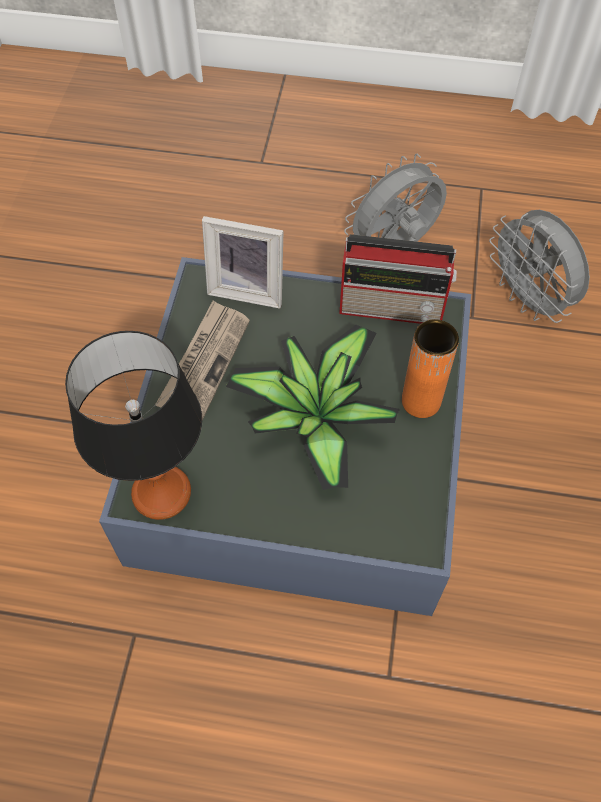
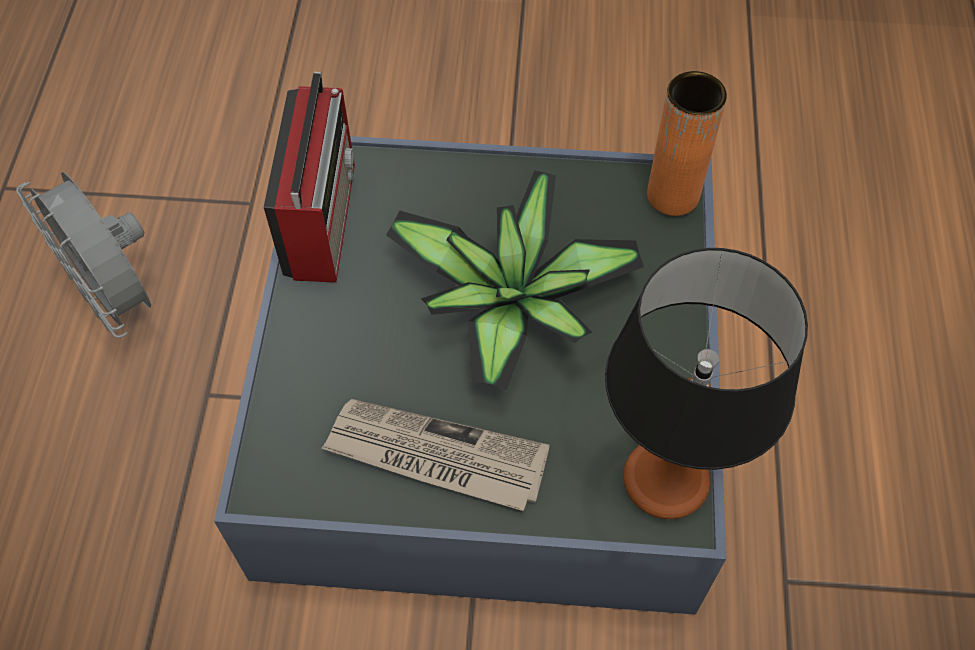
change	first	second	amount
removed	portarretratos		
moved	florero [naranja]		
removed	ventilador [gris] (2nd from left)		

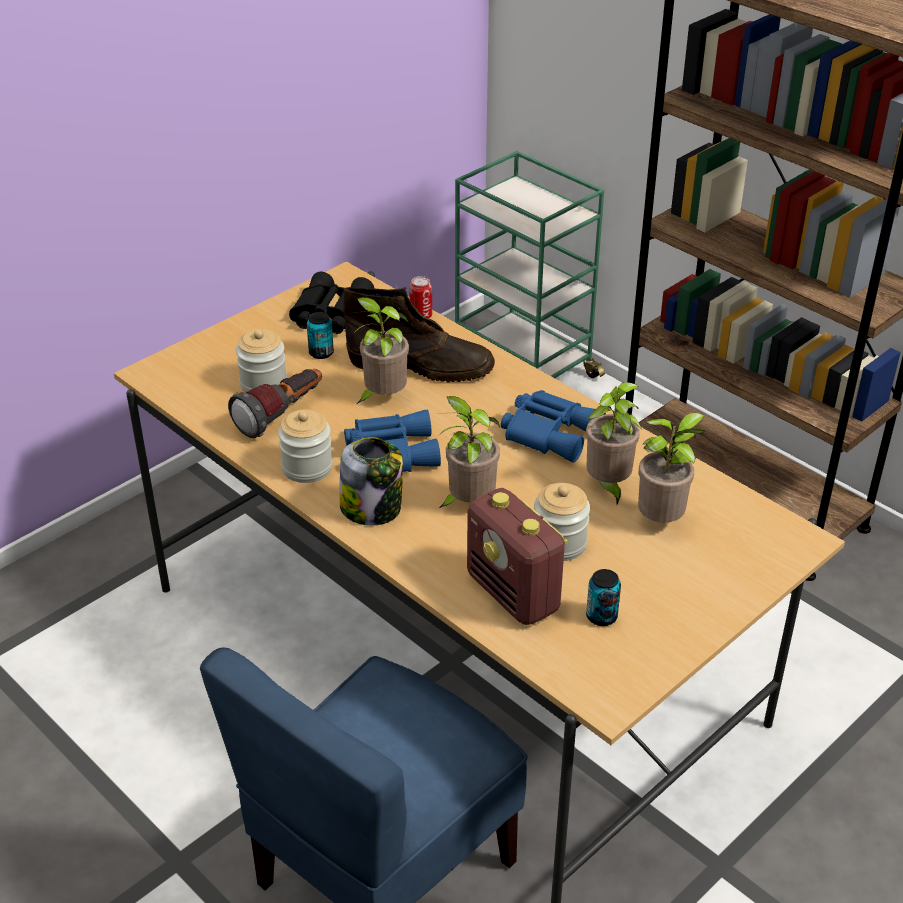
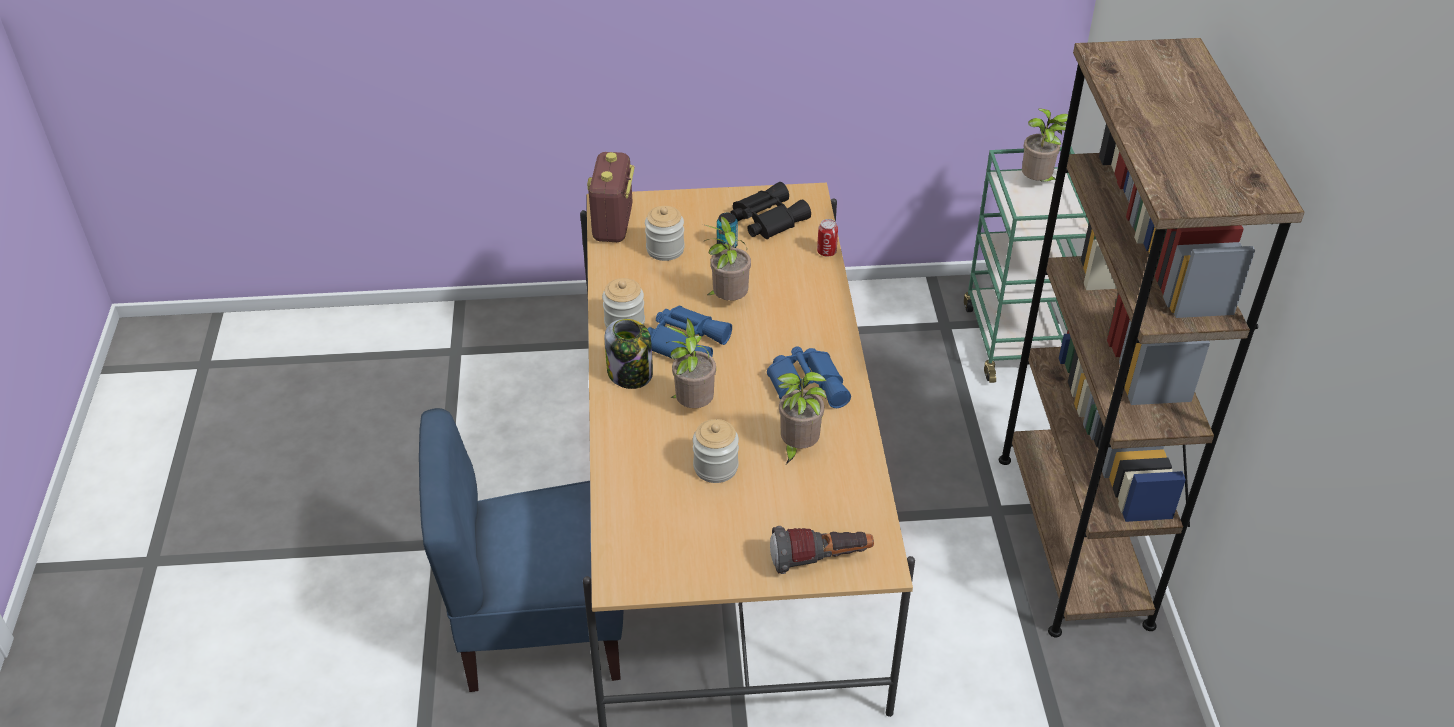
change	first	second	amount
moved	linterna		
removed	bota [marrón]		
moved	radio		
removed	lata (3rd from left)		
moved	planta en maceta (4th from left)		

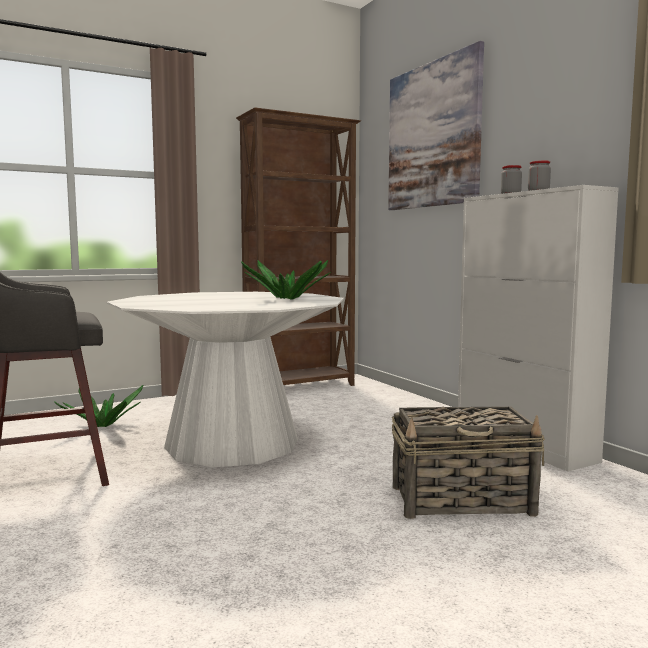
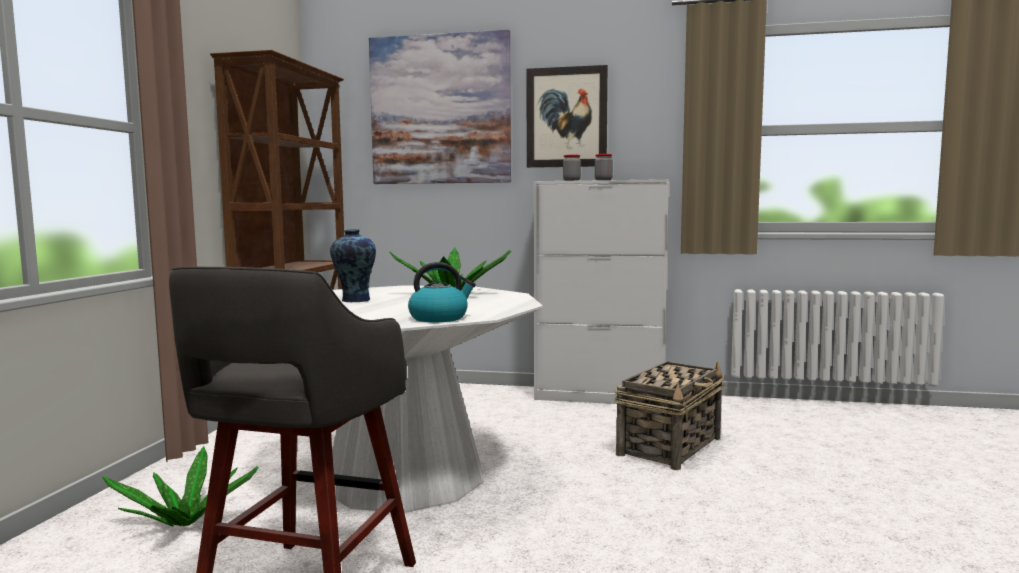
change	first	second	amount
added		florero	
added		hervidor	
added		cuadro (2nd from left)	

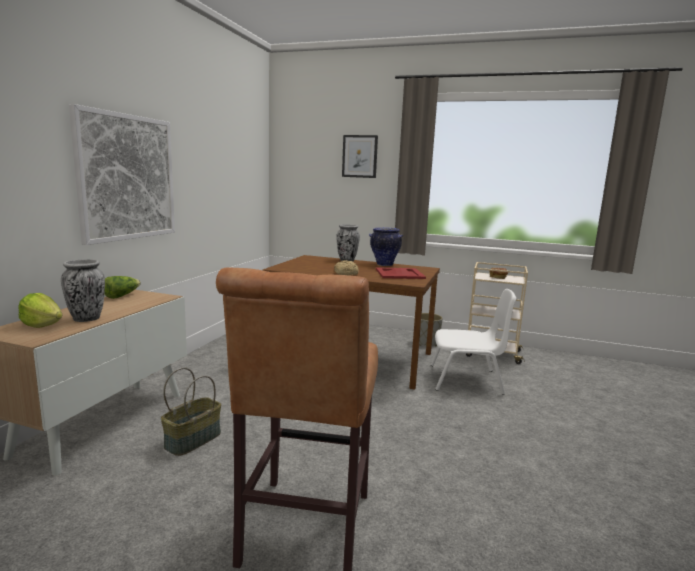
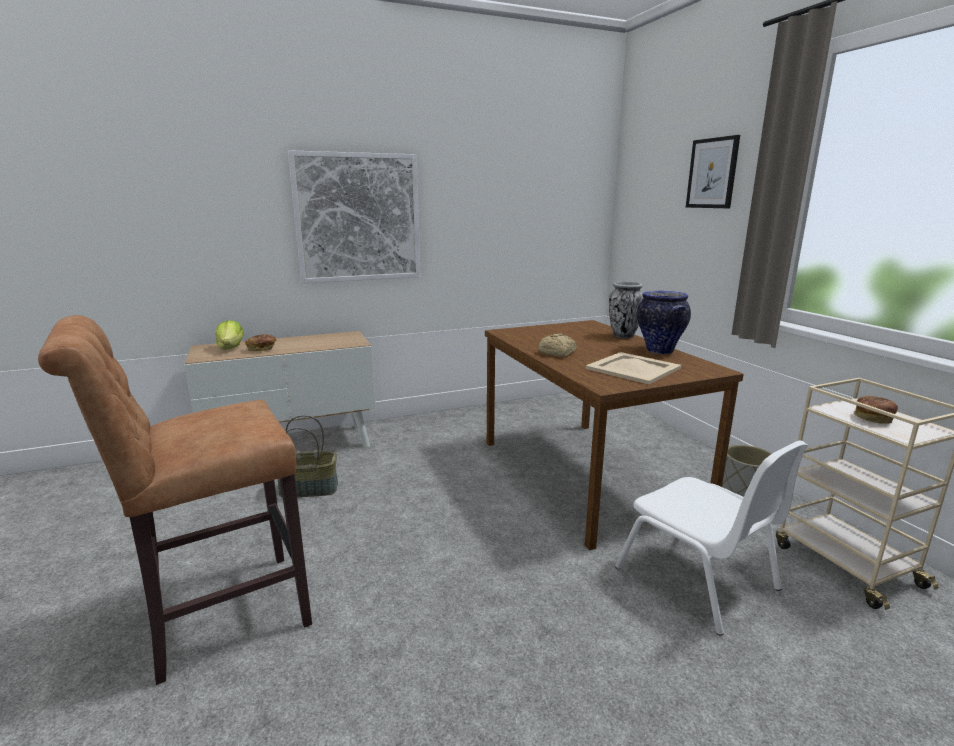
change	first	second	amount
replaced	florero (1st from left)	pan (1st from left)	
removed	lechuga (2nd from left)		
recoloured	bandeja [rojo]	bandeja [beis]	

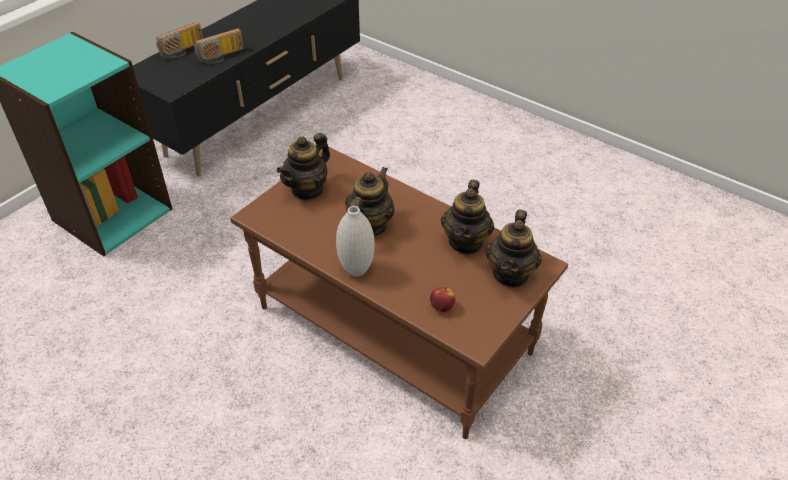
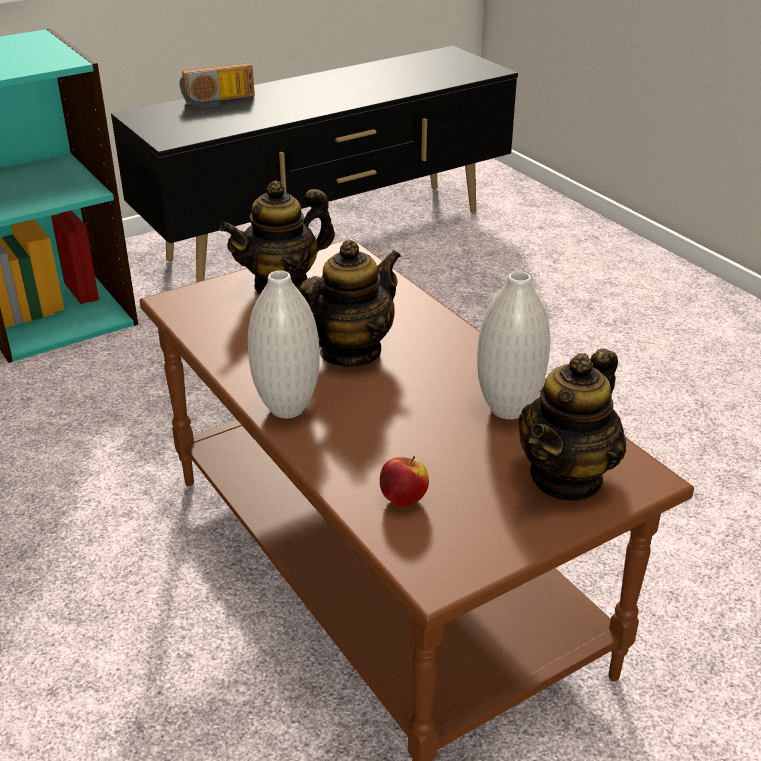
change	first	second	amount
removed	radio (2nd from left)		
replaced	tetera (3rd from left)	florero [blanco] (2nd from left)	

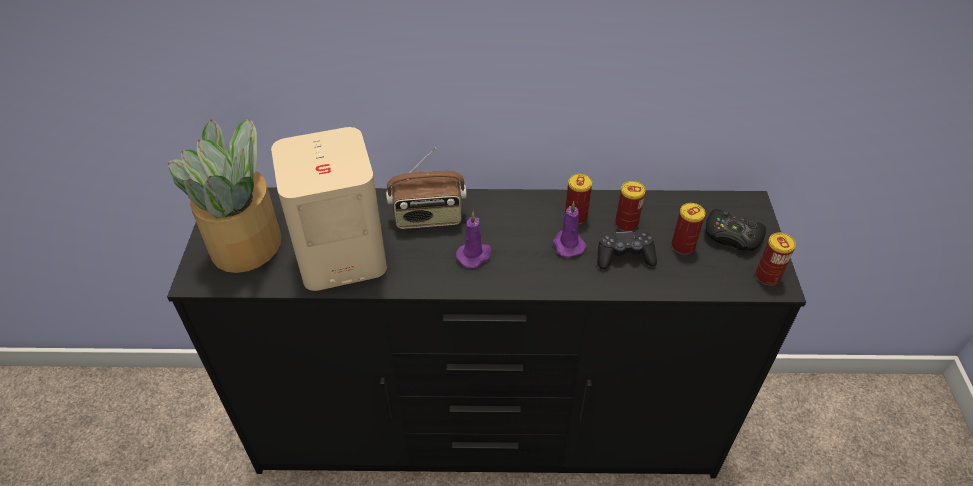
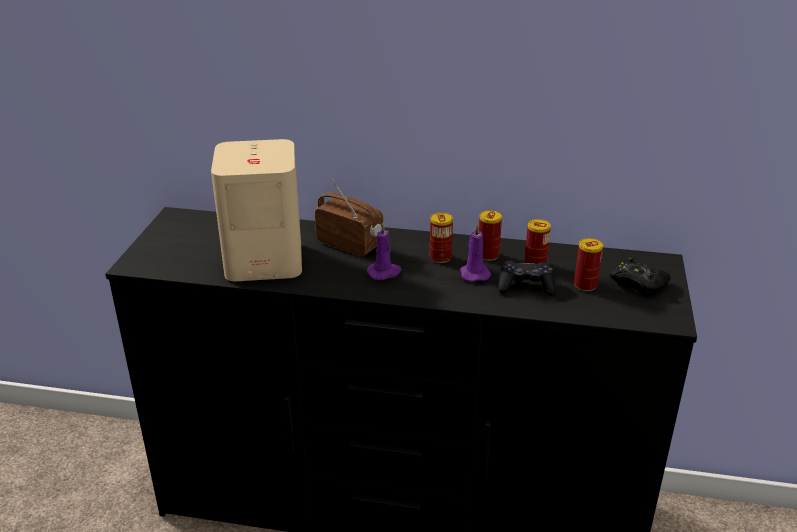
change	first	second	amount
removed	planta en maceta		
turned	radio		150 degrees counterclockwise
moved	lata (4th from left in the first image)	lata (1st from left)	

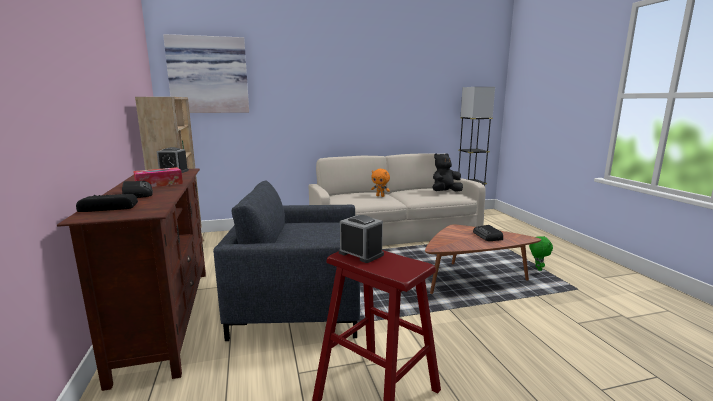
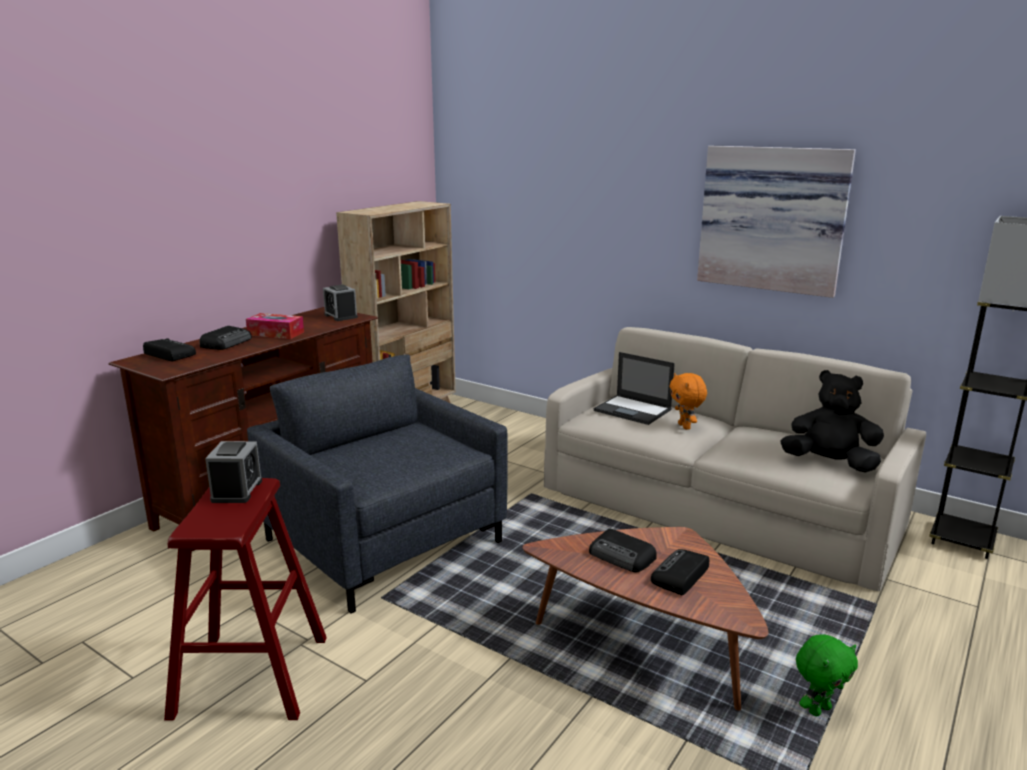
change	first	second	amount
moved	cuadro		
added		radio (3rd from left)	
added		portátil	

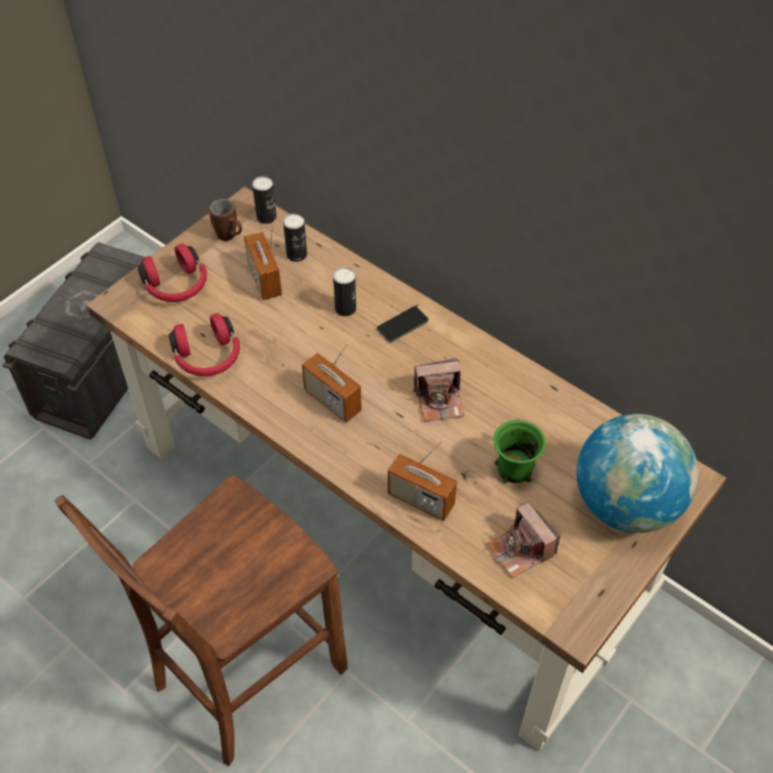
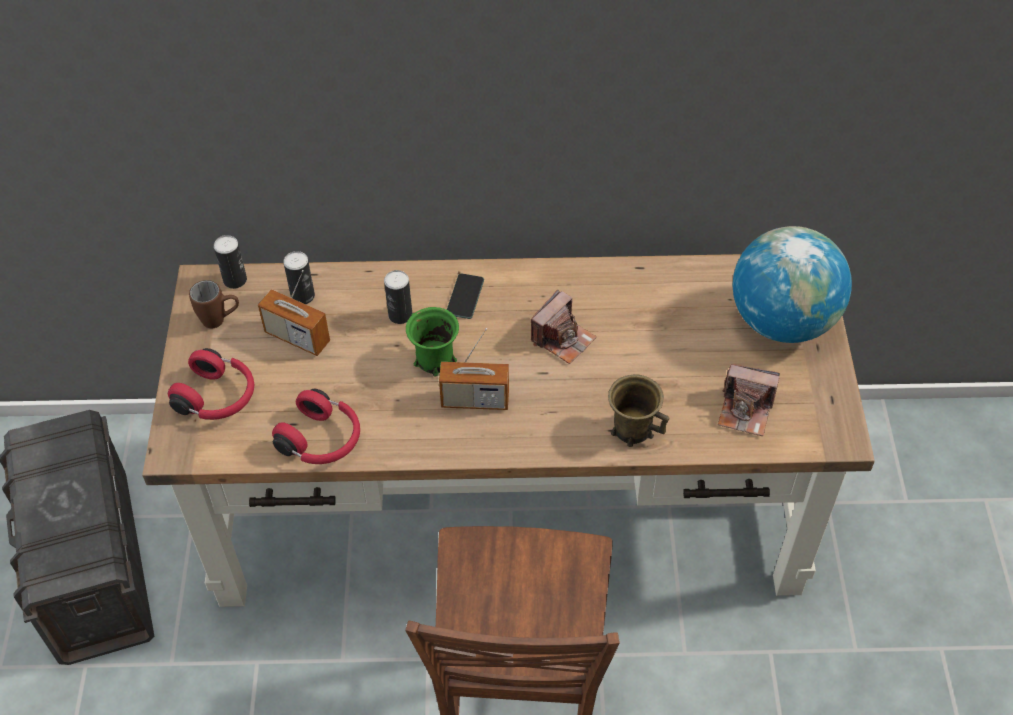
change	first	second	amount
replaced	radio (3rd from left)	taza grande [marrón] (2nd from left)	
moved	taza grande [verde]		

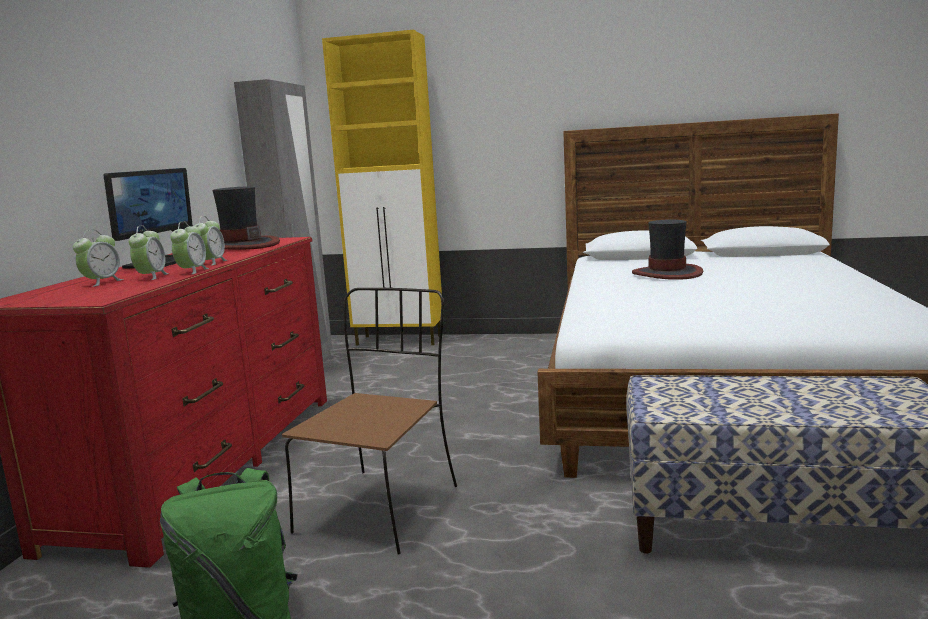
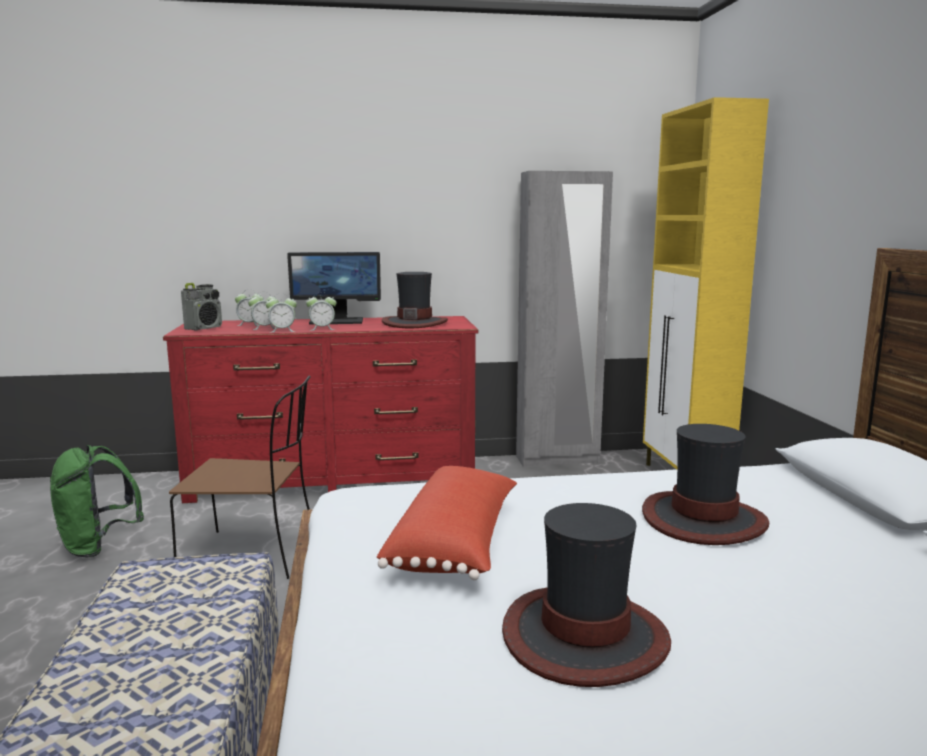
change	first	second	amount
added		radio	
added		cojín [rojo]	
added		sombrero (2nd from left)	

